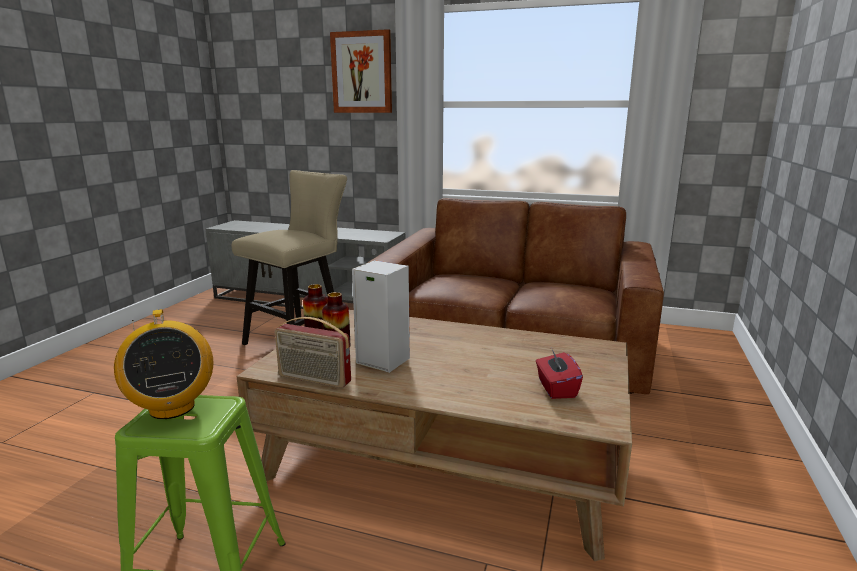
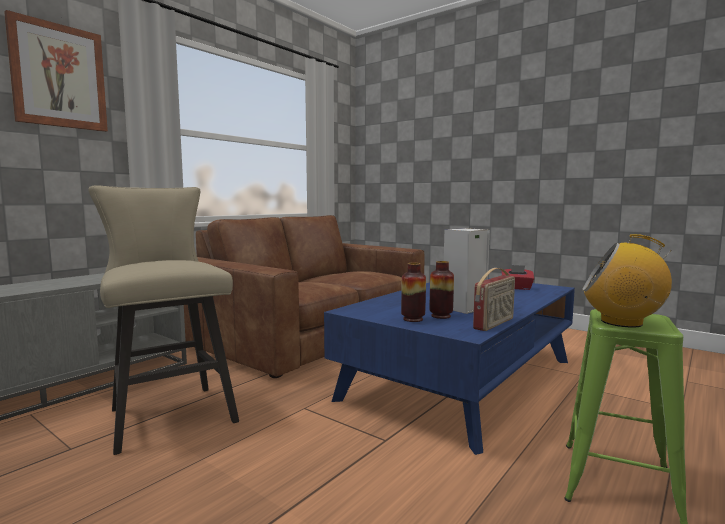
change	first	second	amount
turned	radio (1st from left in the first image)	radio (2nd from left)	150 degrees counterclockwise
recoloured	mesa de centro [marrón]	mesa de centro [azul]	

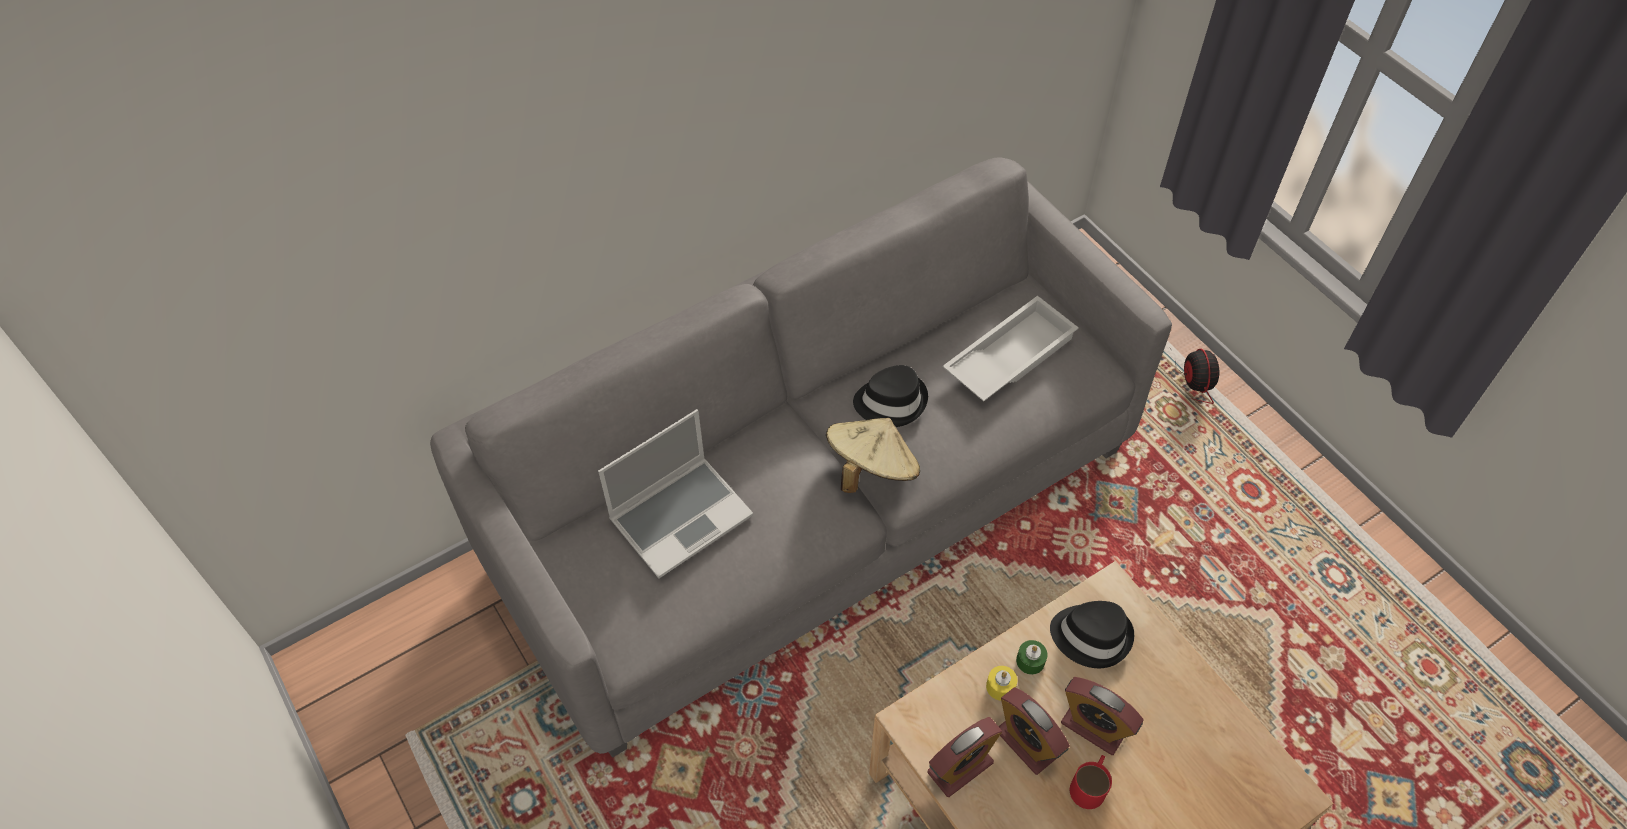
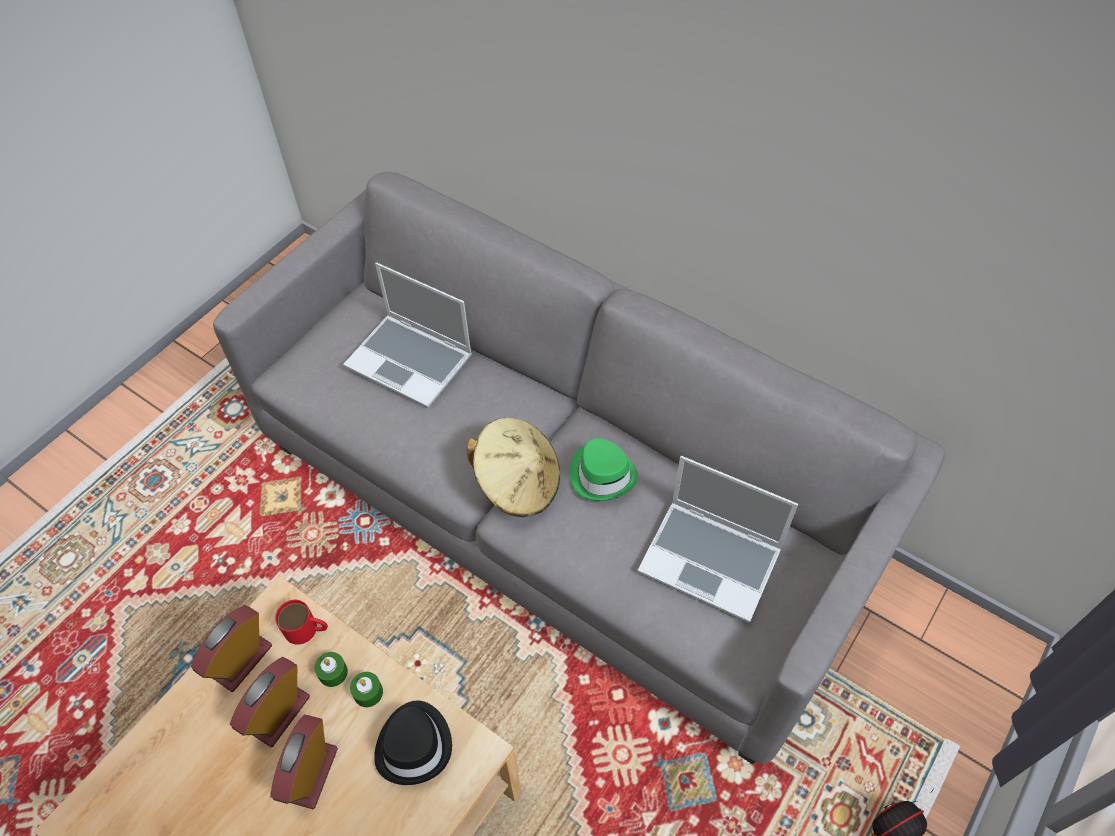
change	first	second	amount
recoloured	sombrero [negro] (1st from left)	sombrero [verde]	
turned	despertador (1st from left)		90 degrees clockwise
replaced	bandeja [blanco]	portátil (2nd from left)	
recoloured	vela [amarillo]	vela [verde] (1st from left)	
moved	taza grande [rojo]		

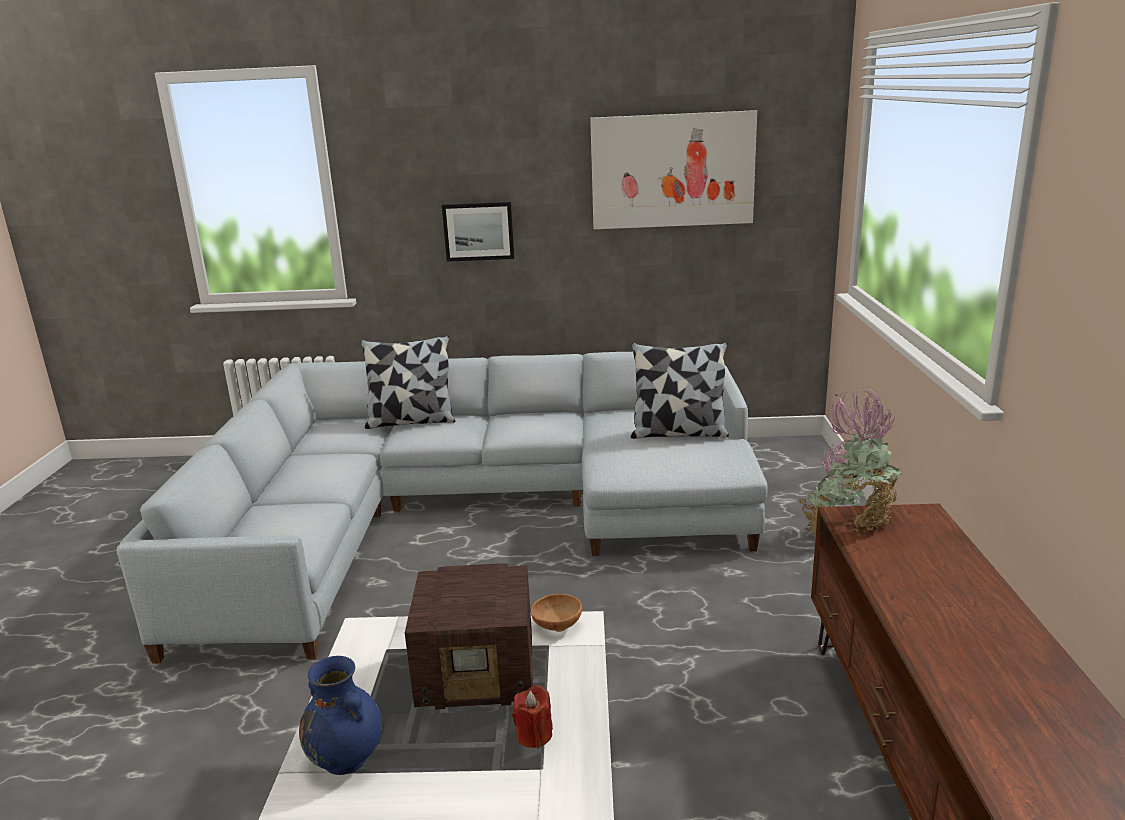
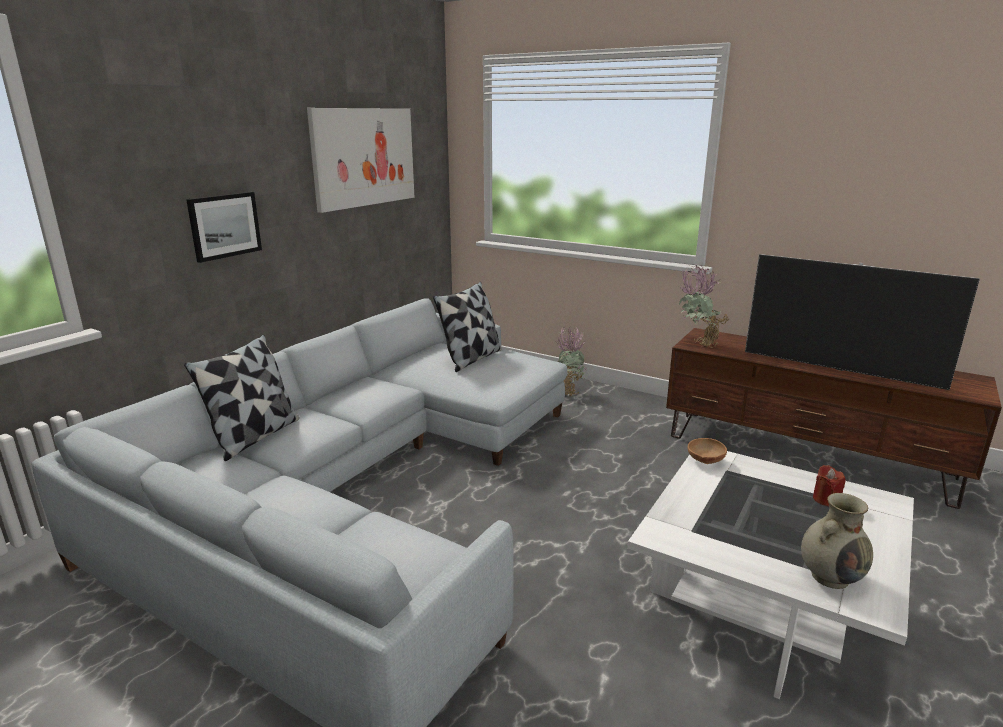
change	first	second	amount
recoloured	florero [azul]	florero [beis]	
removed	radio		
added		televisor	

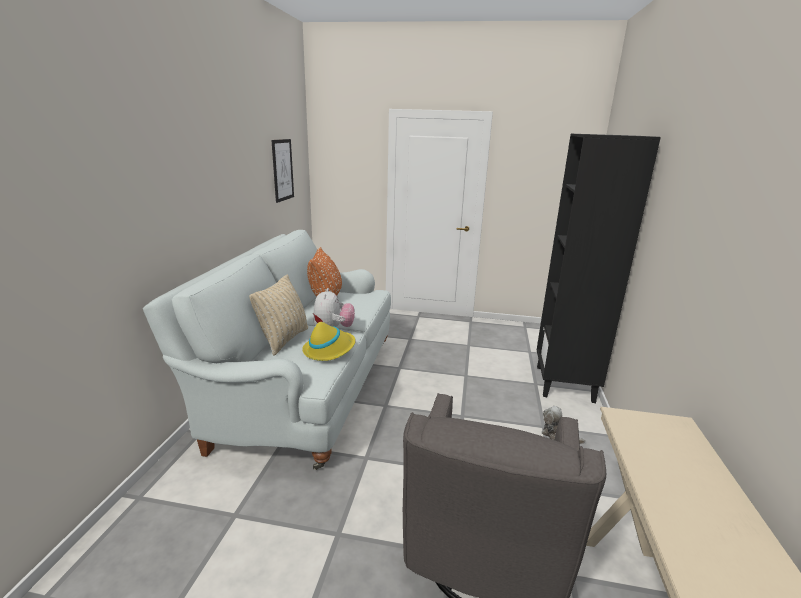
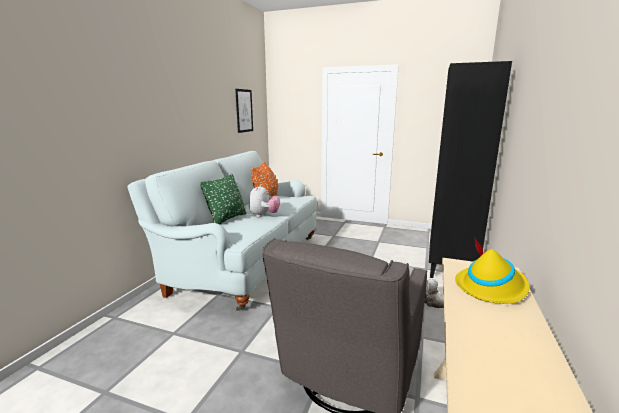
change	first	second	amount
recoloured	cojín [beis]	cojín [verde]	
moved	sombrero [amarillo]		

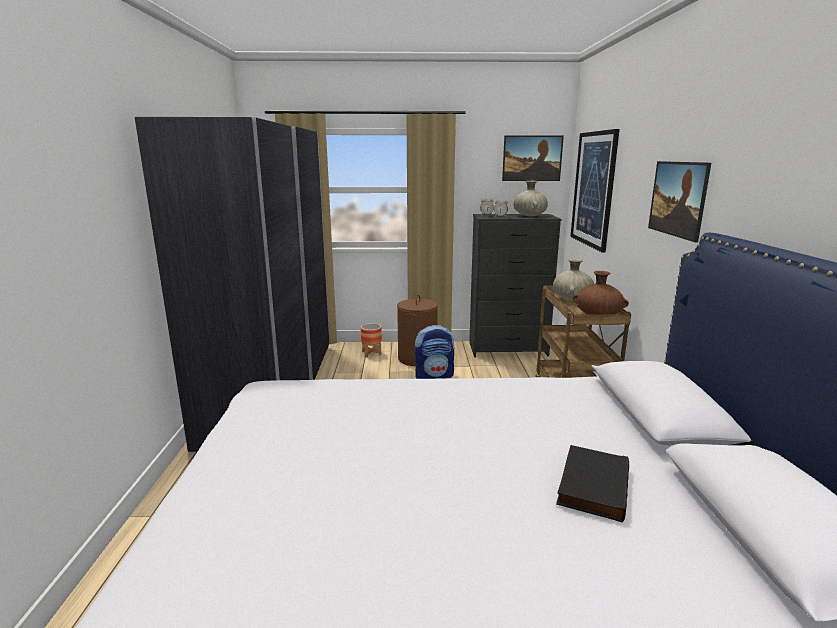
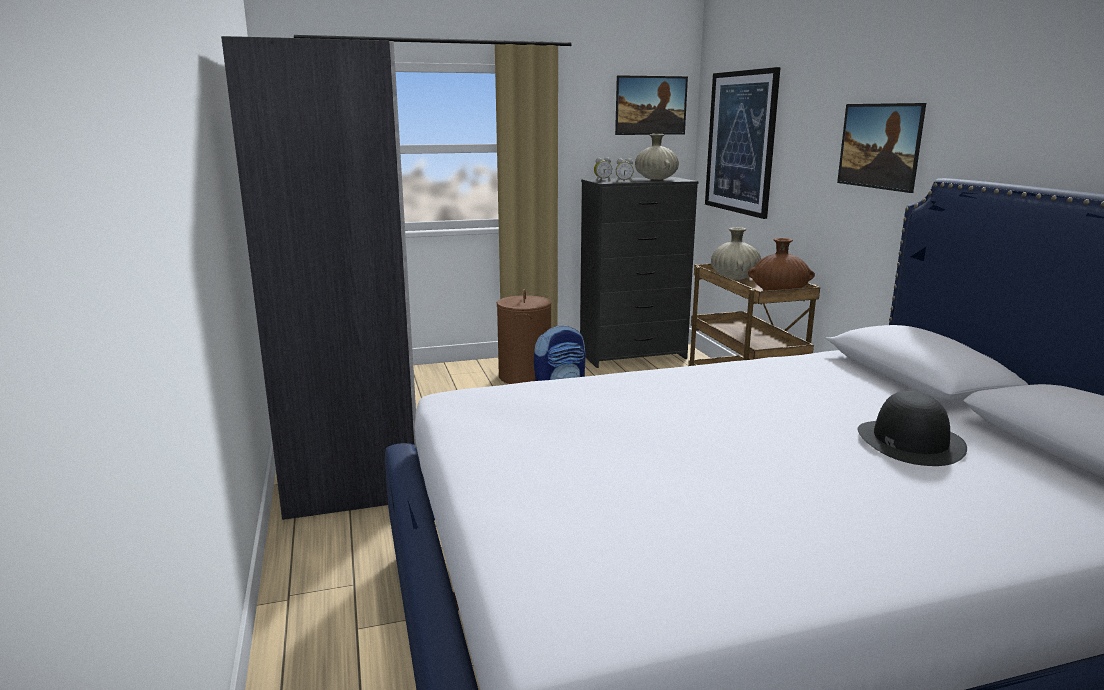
change	first	second	amount
removed	maceta		
replaced	libro [negro]	sombrero [negro]	

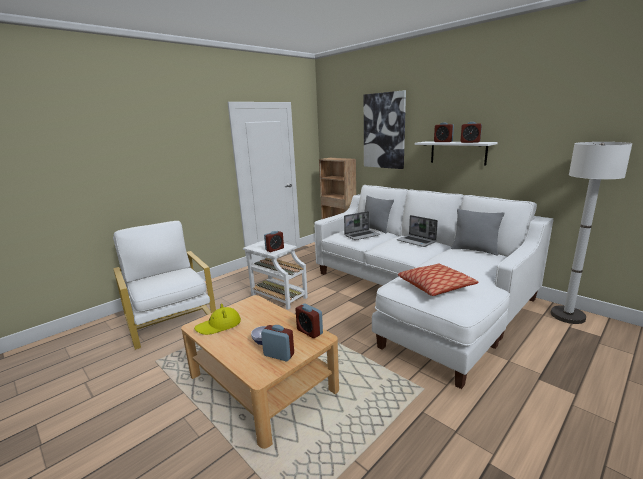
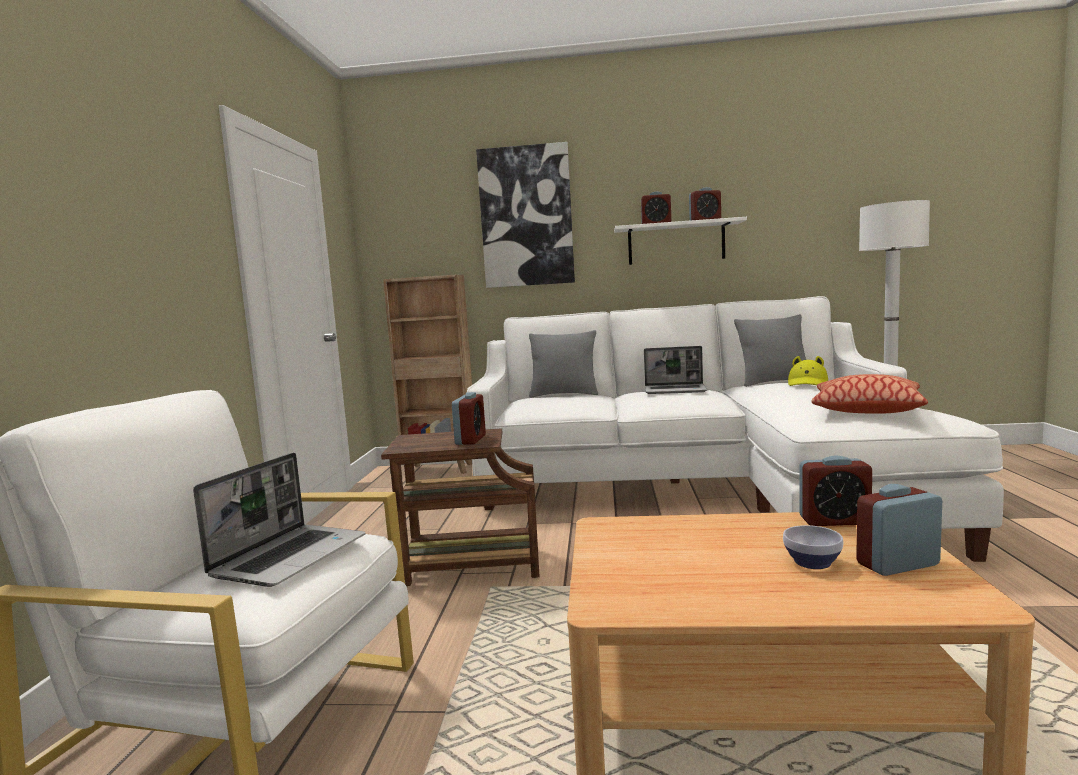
change	first	second	amount
moved	sombrero [amarillo]		
recoloured	mesa auxiliar [blanco]	mesa auxiliar [marrón]	
moved	portátil (1st from left)		

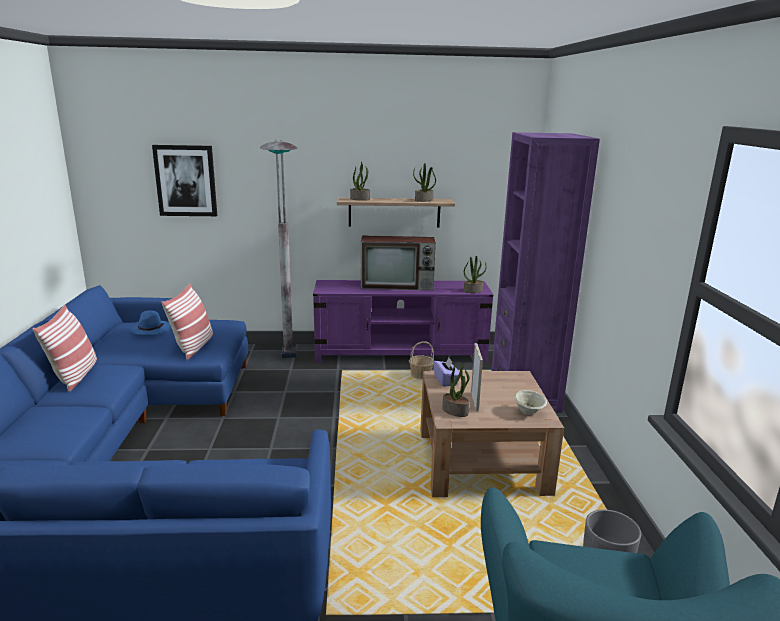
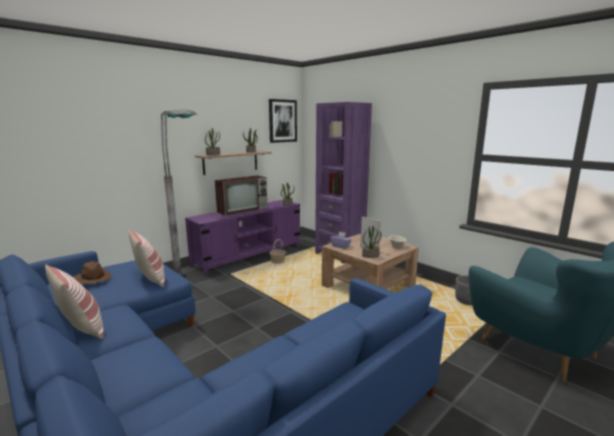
change	first	second	amount
recoloured	sombrero [azul]	sombrero [marrón]	
moved	cuadro		

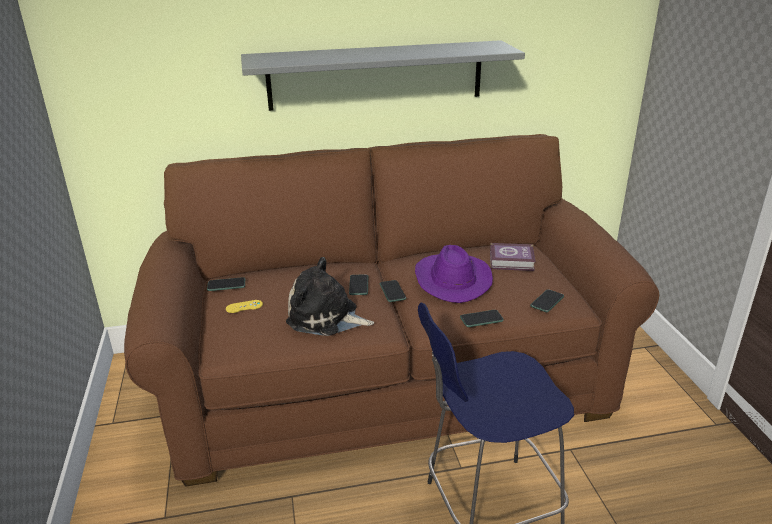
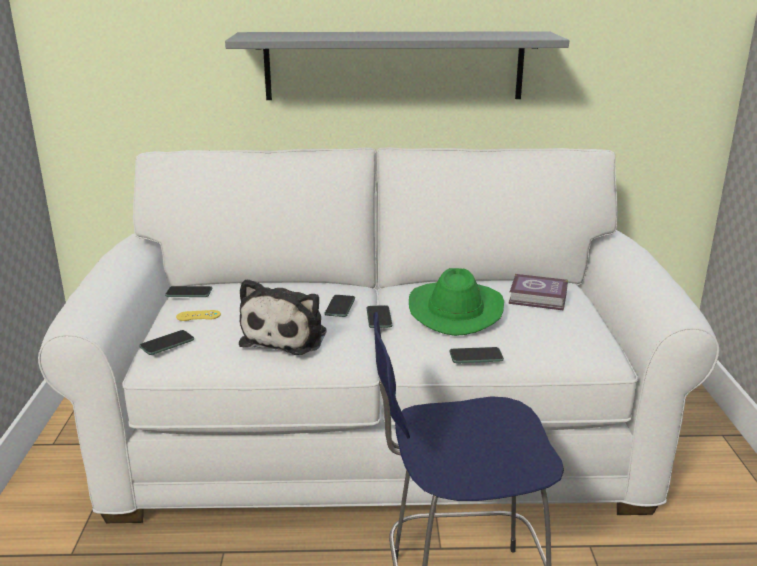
change	first	second	amount
recoloured	sofá [marrón]	sofá [blanco]	
turned	peluche		105 degrees counterclockwise
recoloured	sombrero [morado]	sombrero [verde]	
moved	móvil (5th from left in the first image)	móvil (1st from left)	

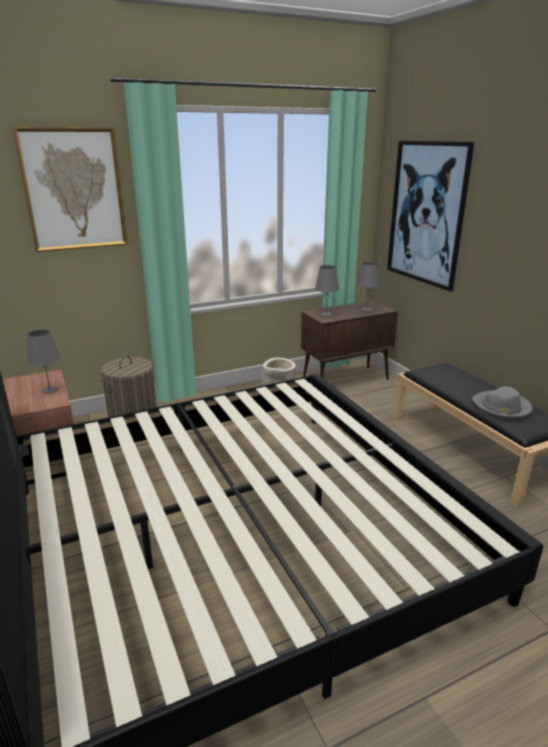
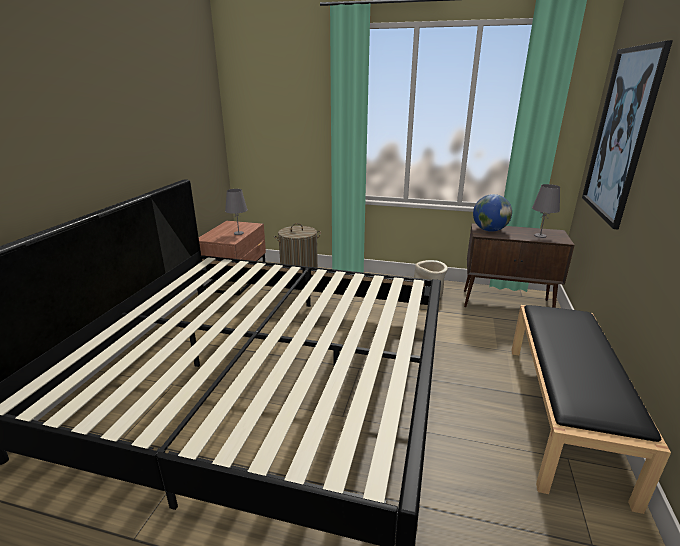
change	first	second	amount
removed	cuadro (1st from left)		
replaced	lámpara de mesa [gris] (2nd from left)	globo terráqueo	
removed	sombrero [gris]		

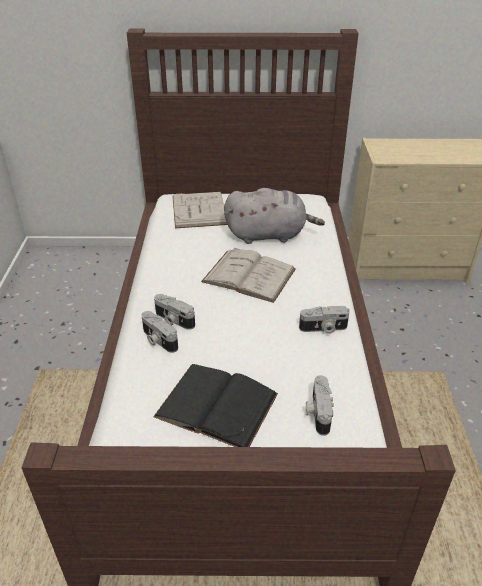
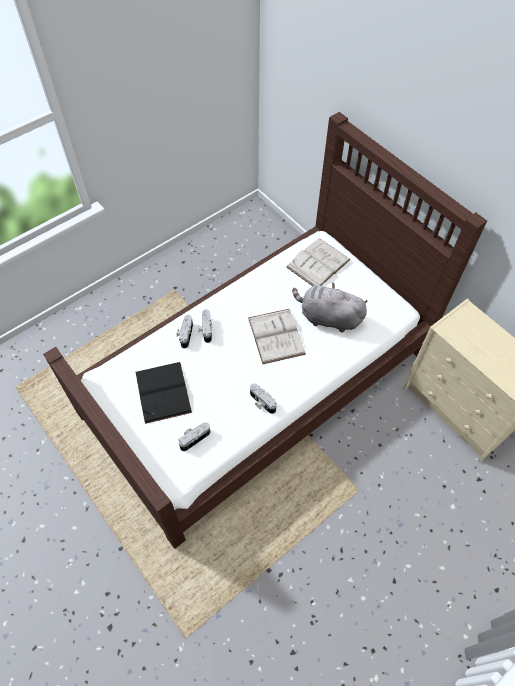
change	first	second	amount
turned	peluche [gris]		150 degrees clockwise

